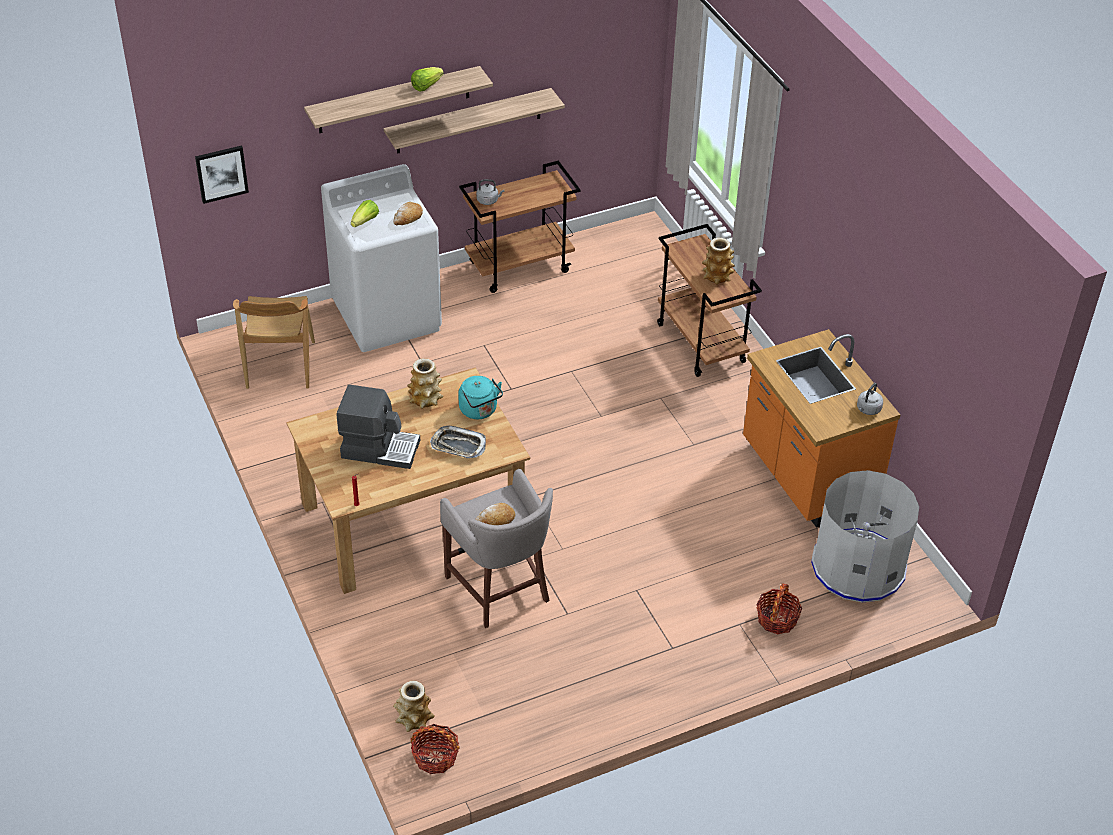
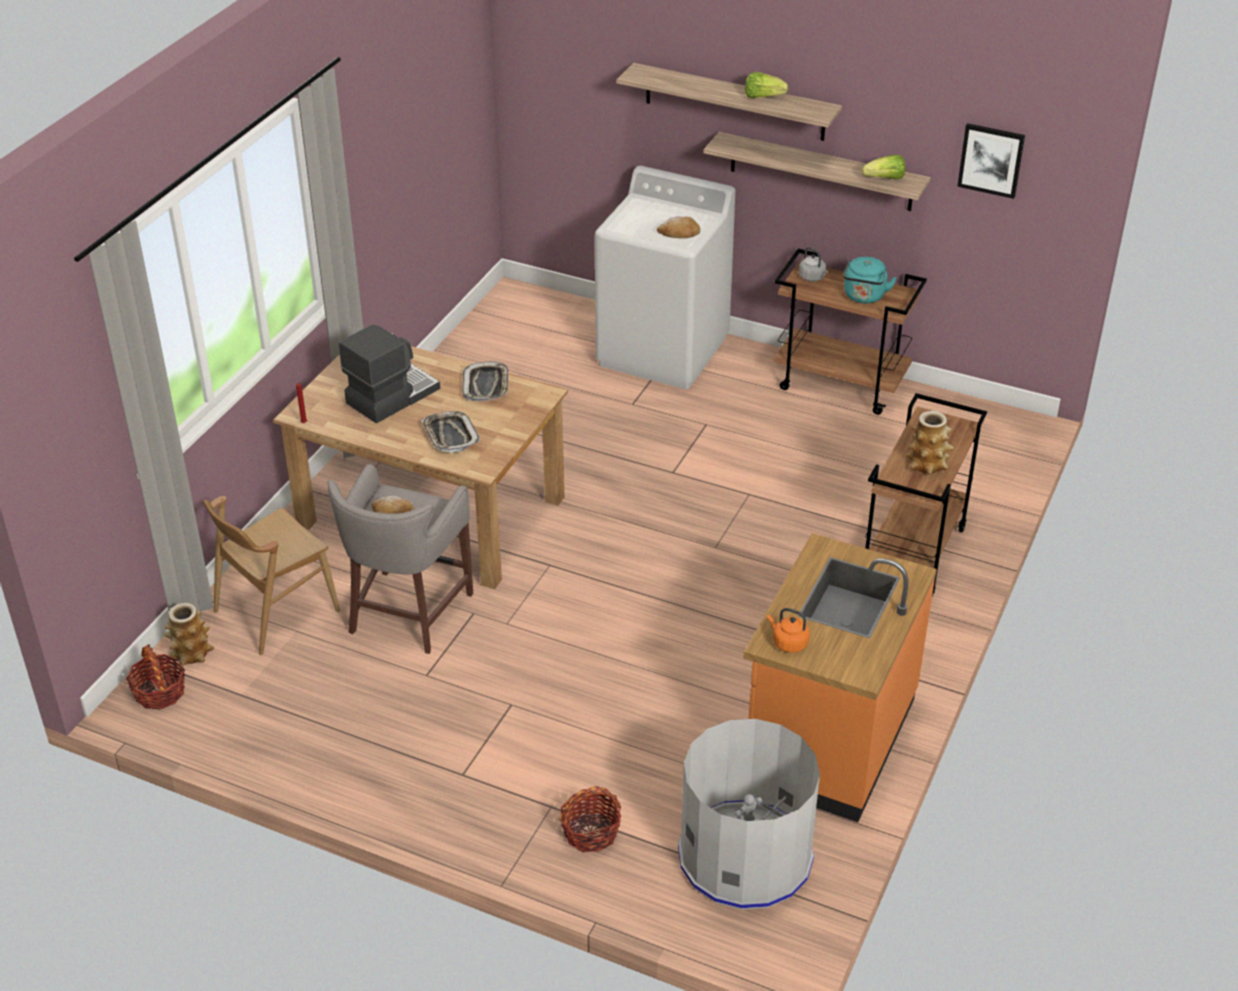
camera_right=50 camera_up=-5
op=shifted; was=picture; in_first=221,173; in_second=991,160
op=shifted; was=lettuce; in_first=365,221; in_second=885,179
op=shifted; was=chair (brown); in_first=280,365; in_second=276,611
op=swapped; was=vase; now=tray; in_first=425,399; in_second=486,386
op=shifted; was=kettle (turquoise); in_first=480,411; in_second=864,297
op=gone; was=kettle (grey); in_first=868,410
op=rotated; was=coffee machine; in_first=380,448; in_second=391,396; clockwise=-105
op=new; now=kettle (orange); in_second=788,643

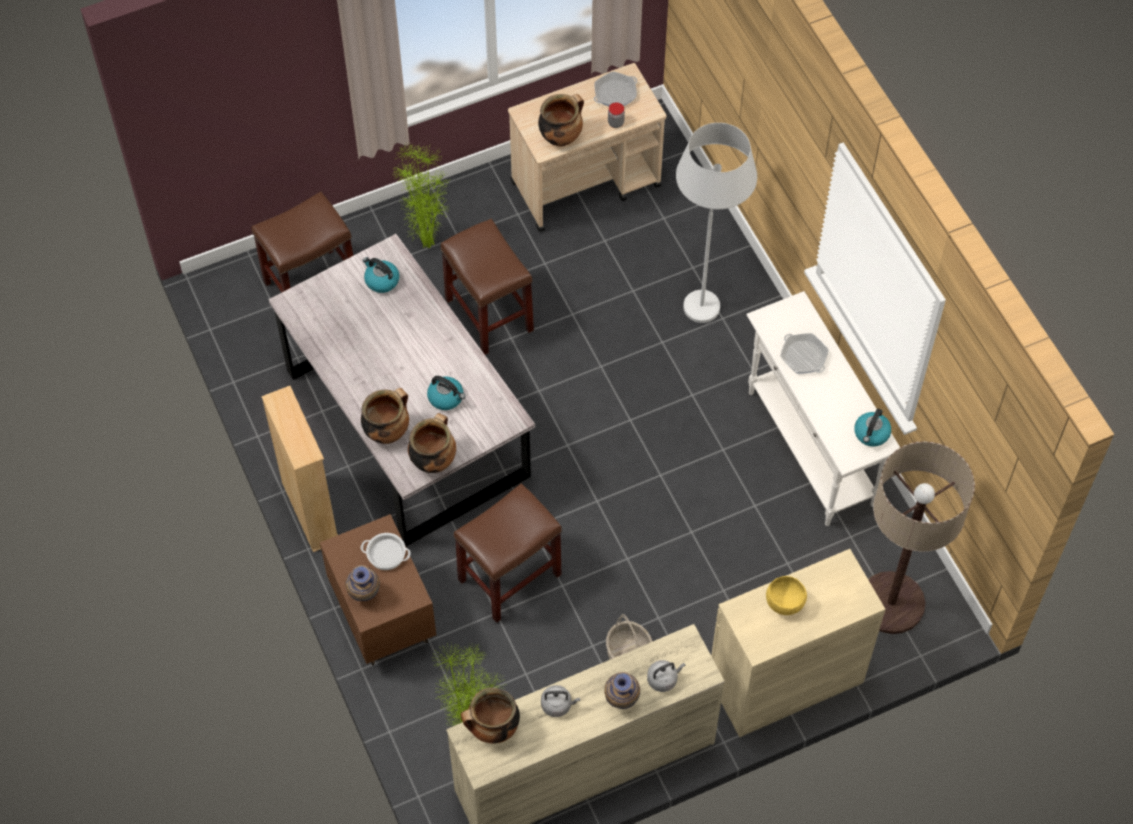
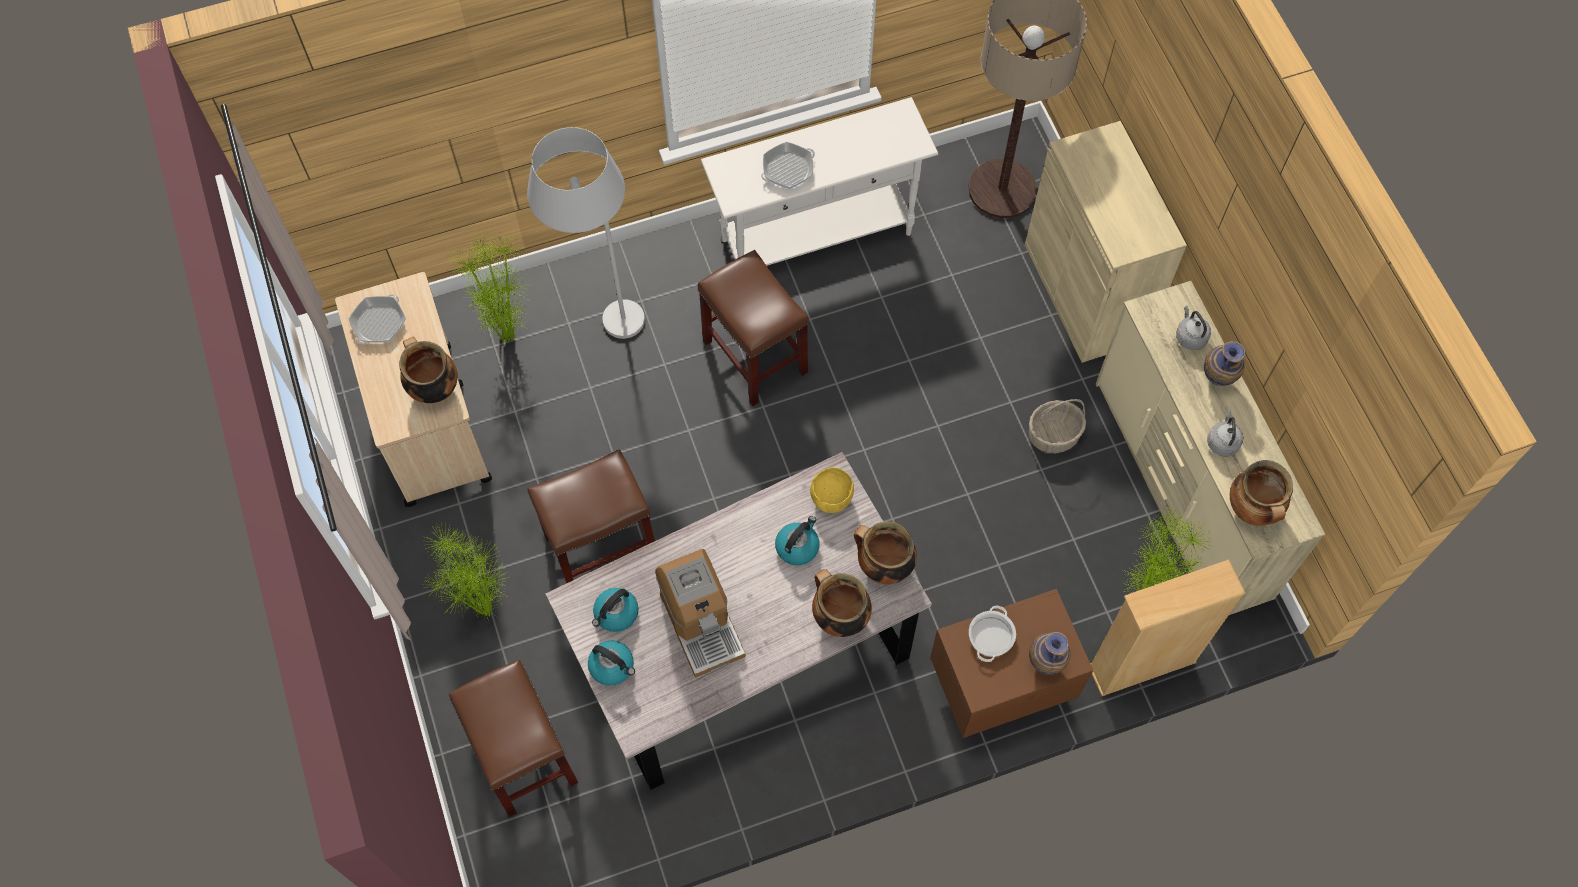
camera_right=-85 camera_up=5
op=rotated; was=frying pan; in_first=615,93; in_second=379,323; clockwise=60
op=gone; was=jar; in_first=615,123
op=shifted; was=bookcase (beige); in_first=310,512; in_second=1141,664
op=shifted; was=kettle; in_first=871,434; in_second=612,666
op=shifted; was=stool (brown); in_first=509,578; in_second=756,357
op=shifted; was=bowl (yellow); in_first=784,603; in_second=831,498
op=new; now=potted plant; in_second=510,339
op=new; now=coffee machine; in_second=701,623

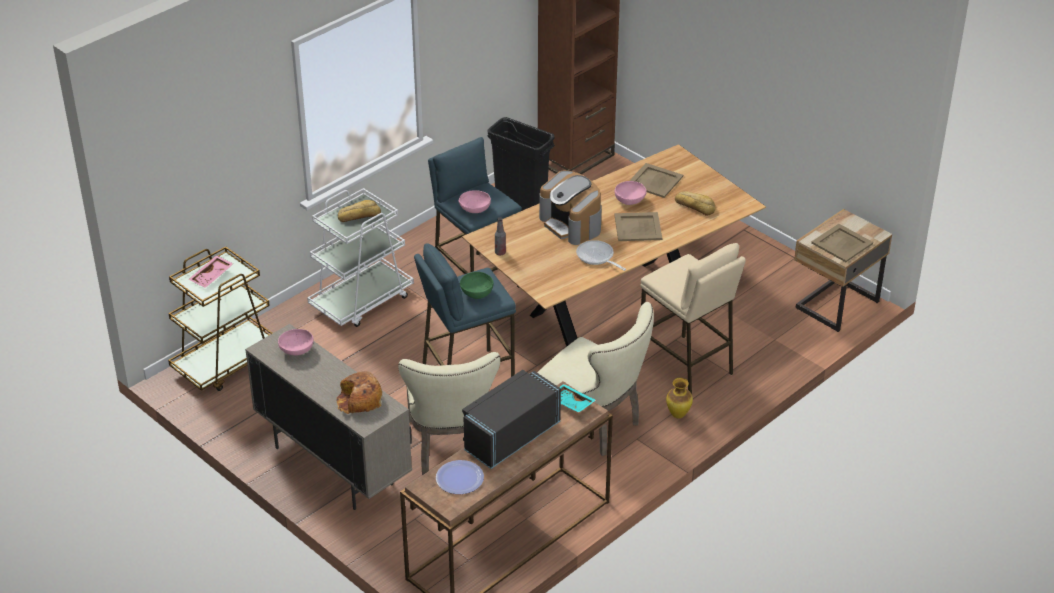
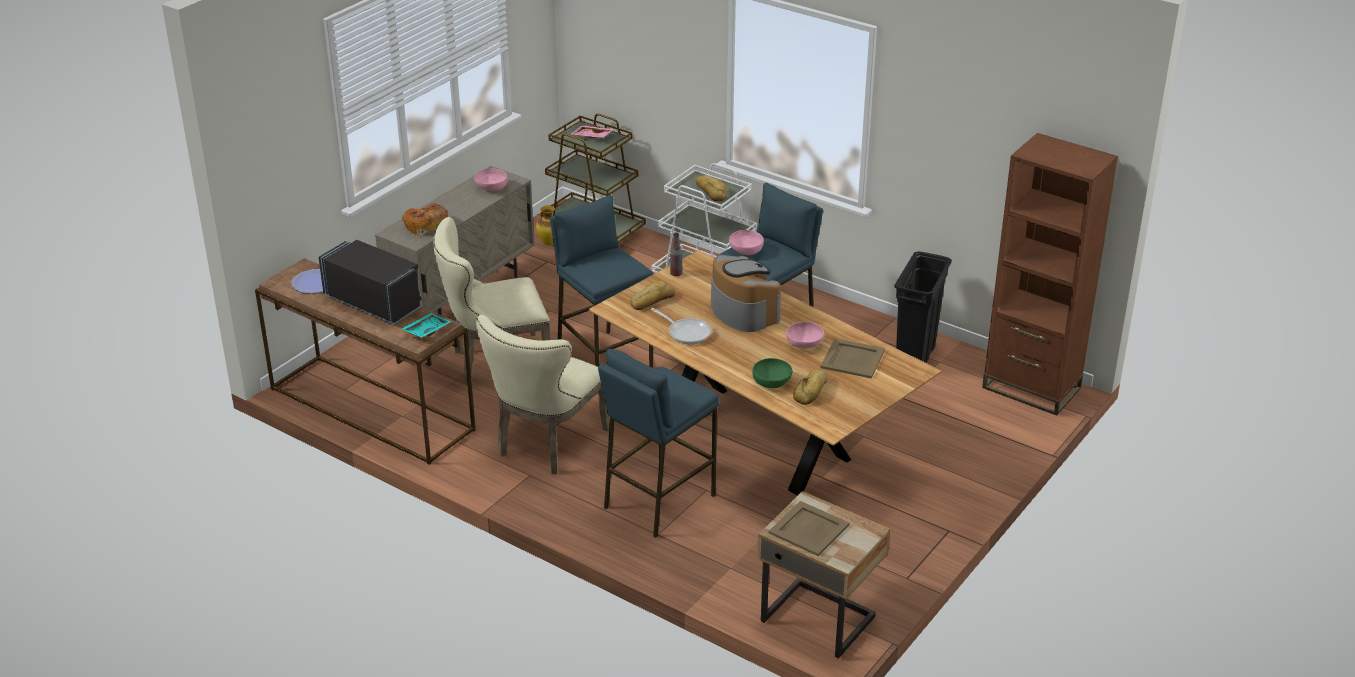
camera_right=80 camera_up=-5
op=rotated; was=coffee machine; in_first=571,224; in_second=743,311; clockwise=105
op=gone; was=tray (beige); in_first=637,227
op=rotated; was=frying pan; in_first=597,257; in_second=686,332; clockwise=90
op=repainted; was=stool (beige); now=stool (blue); in_first=685,367; in_second=658,501
op=shifted; was=bowl (green); in_first=476,293; in_second=772,382
op=shifted; was=vase; in_first=678,415; in_second=548,243
op=new; now=bread; in_second=651,300

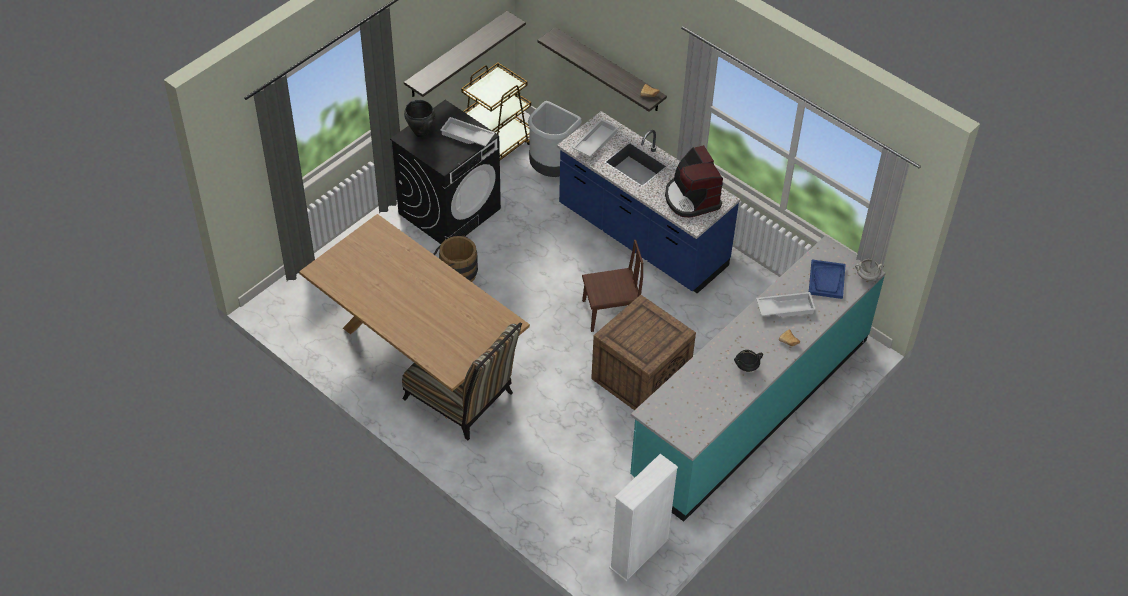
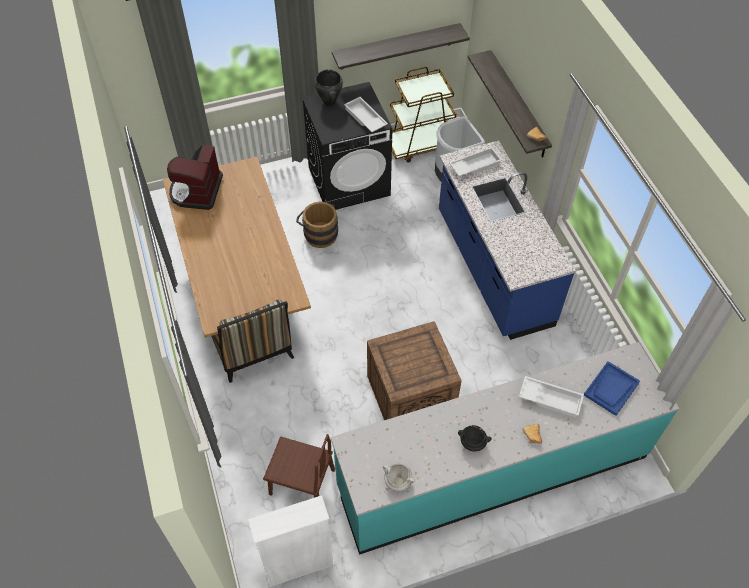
camera_right=30 camera_up=5
op=shifted; was=coffee machine; in_first=691,198; in_second=197,191
op=shifted; was=chair (brown); in_first=610,312; in_second=302,482
op=shifted; was=cooking pot (white); in_first=866,276; in_second=397,481

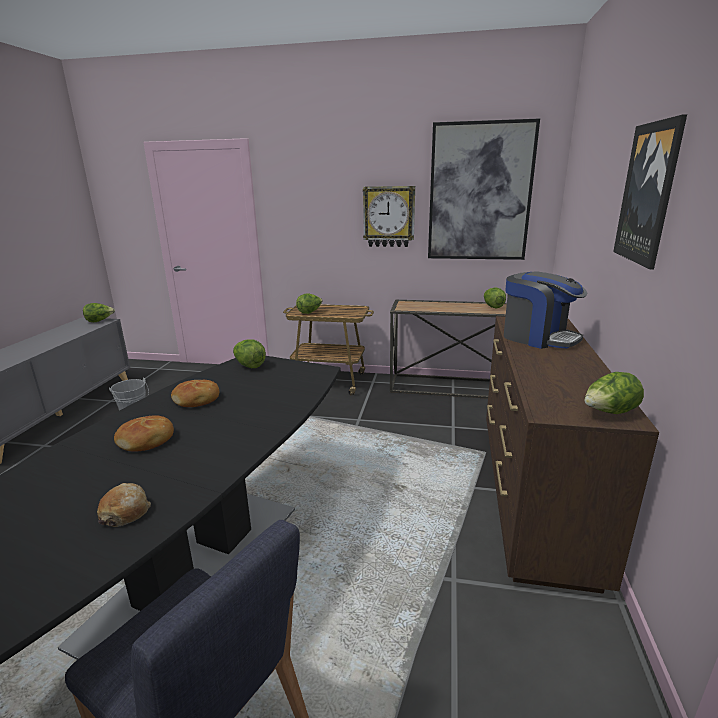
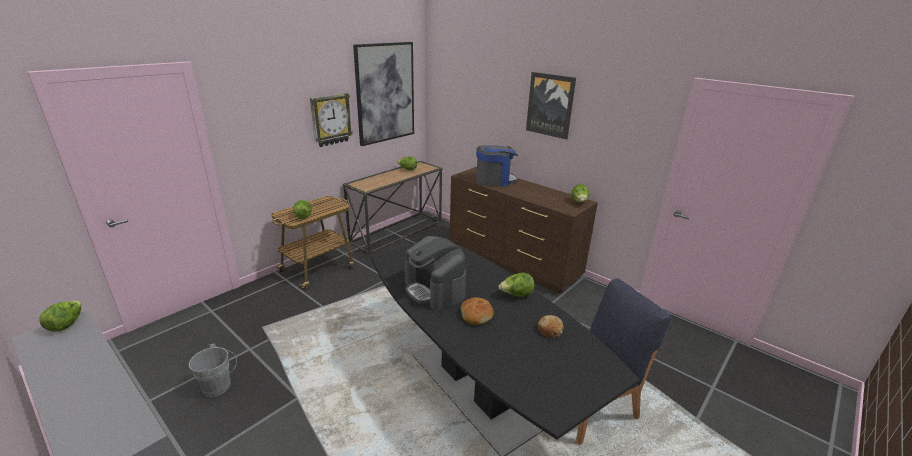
camera_right=-60 camera_up=5
op=shifted; was=lettuce; in_first=249,365; in_second=516,295
op=swapped; was=bread; now=coffee machine; in_first=197,400; in_second=435,290

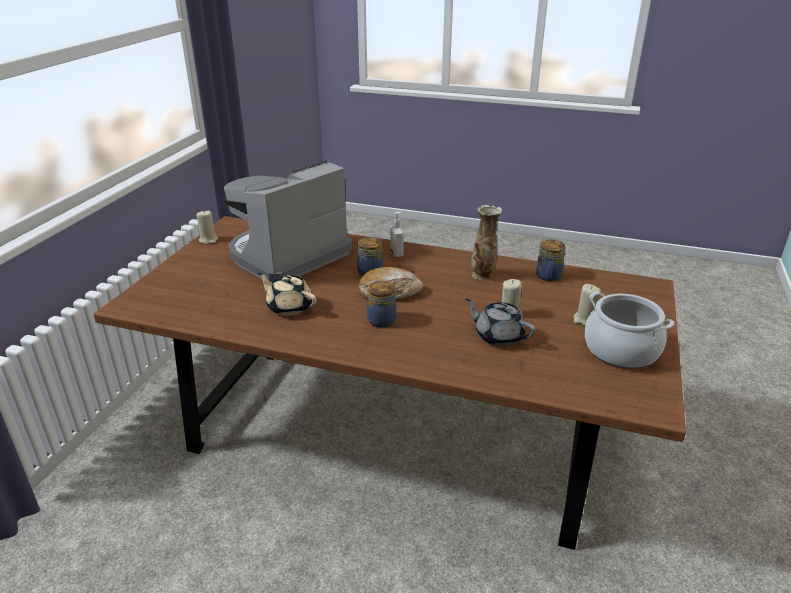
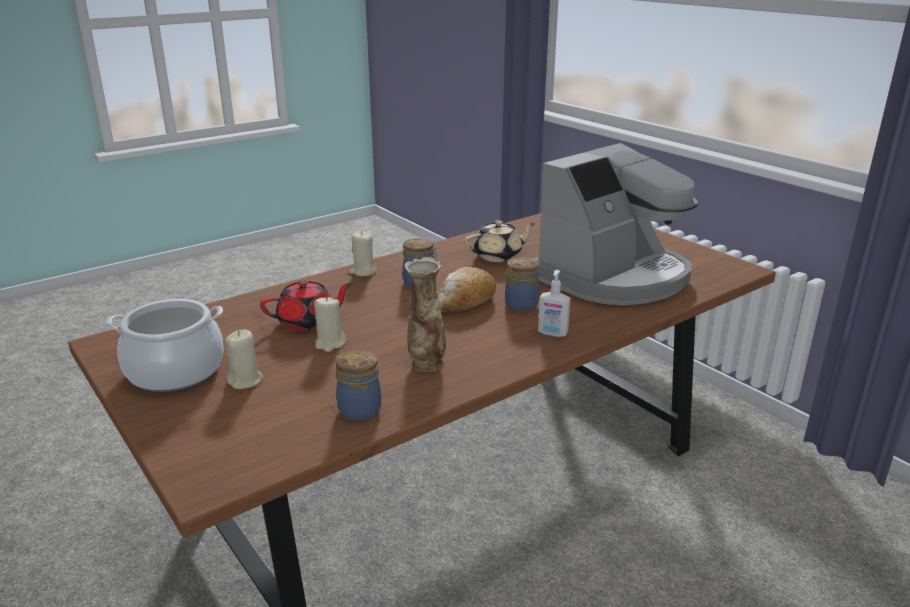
camera_right=125 camera_up=-5
op=rotated; was=coffee machine; in_first=287,256; in_second=614,277; clockwise=60
op=shifted; was=candle (beige); in_first=208,240; in_second=363,271
op=repainted; was=teapot (grey); now=teapot (red); in_first=498,336; in_second=308,322

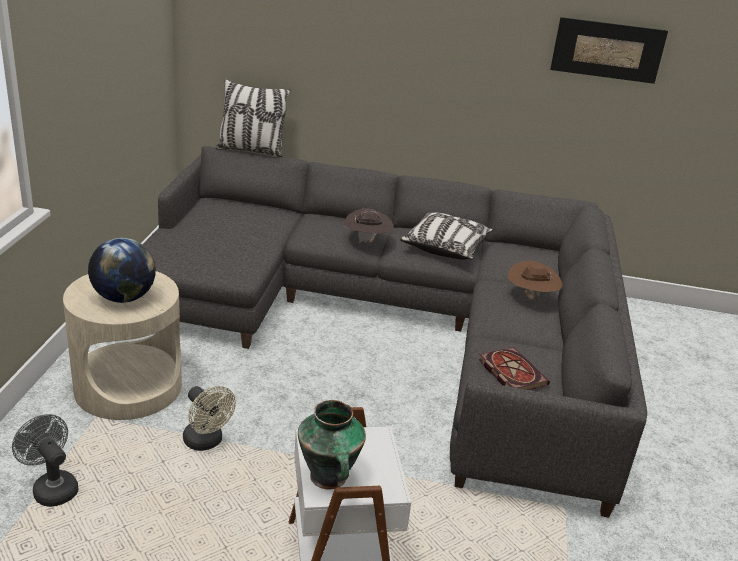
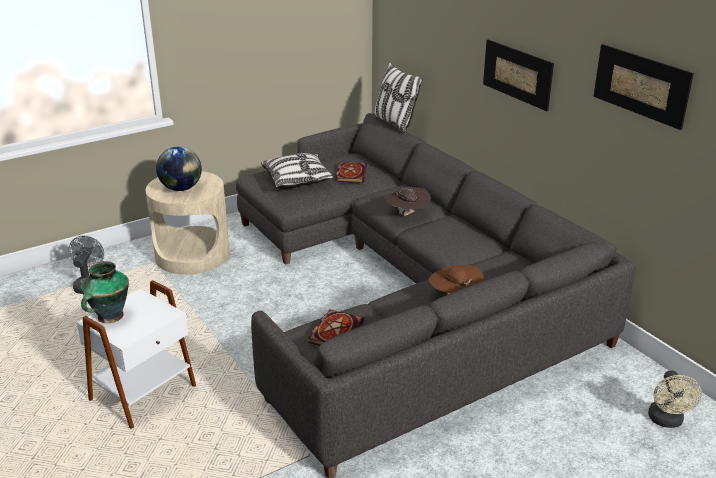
camera_right=50 camera_up=0
op=shifted; was=pillow; in_first=445,247; in_second=297,180
op=shifted; was=fan (beige); in_first=206,442; in_second=667,421
op=new; now=picture; in_second=517,74
op=new; now=book; in_second=350,173

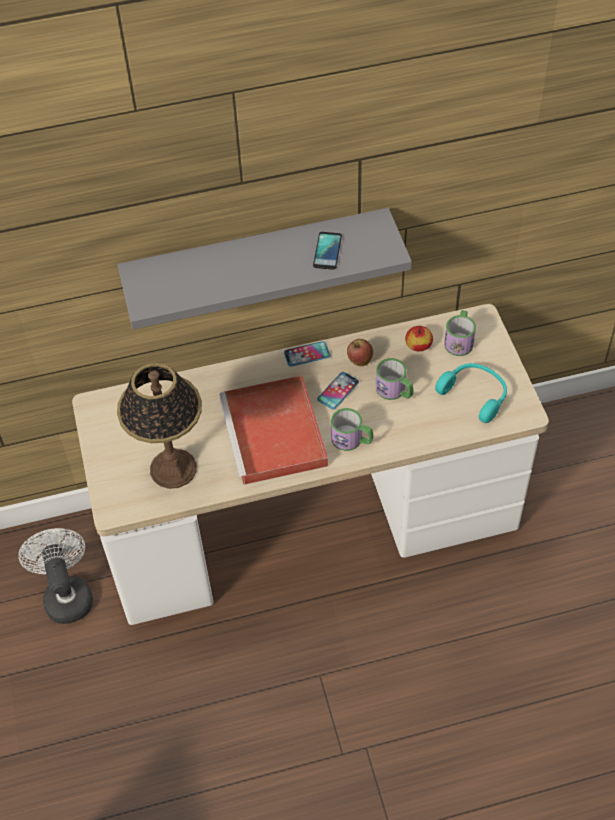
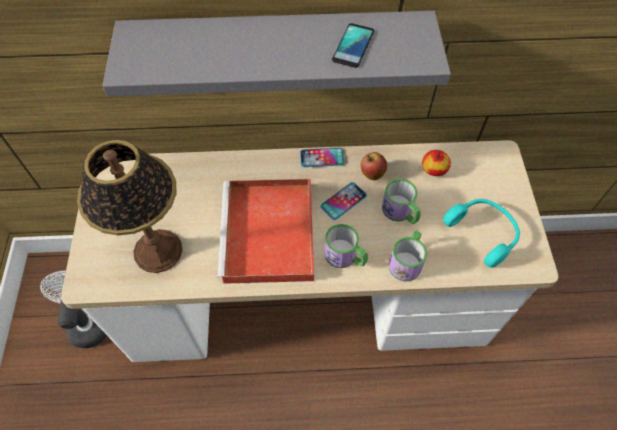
camera_right=10 camera_up=5
op=shifted; was=mug; in_first=459,340; in_second=407,261

